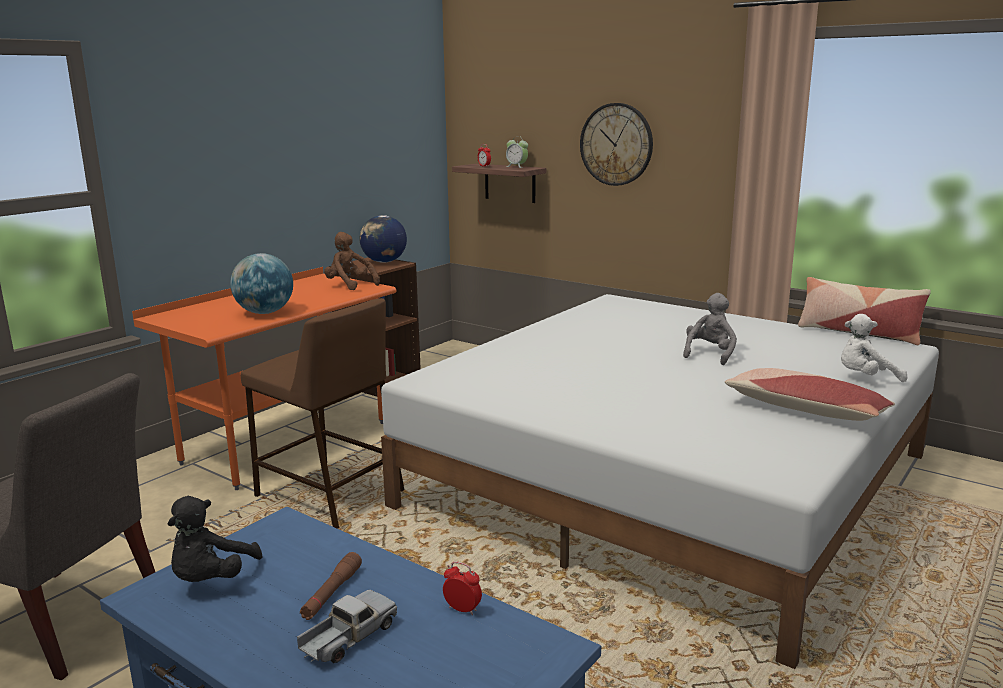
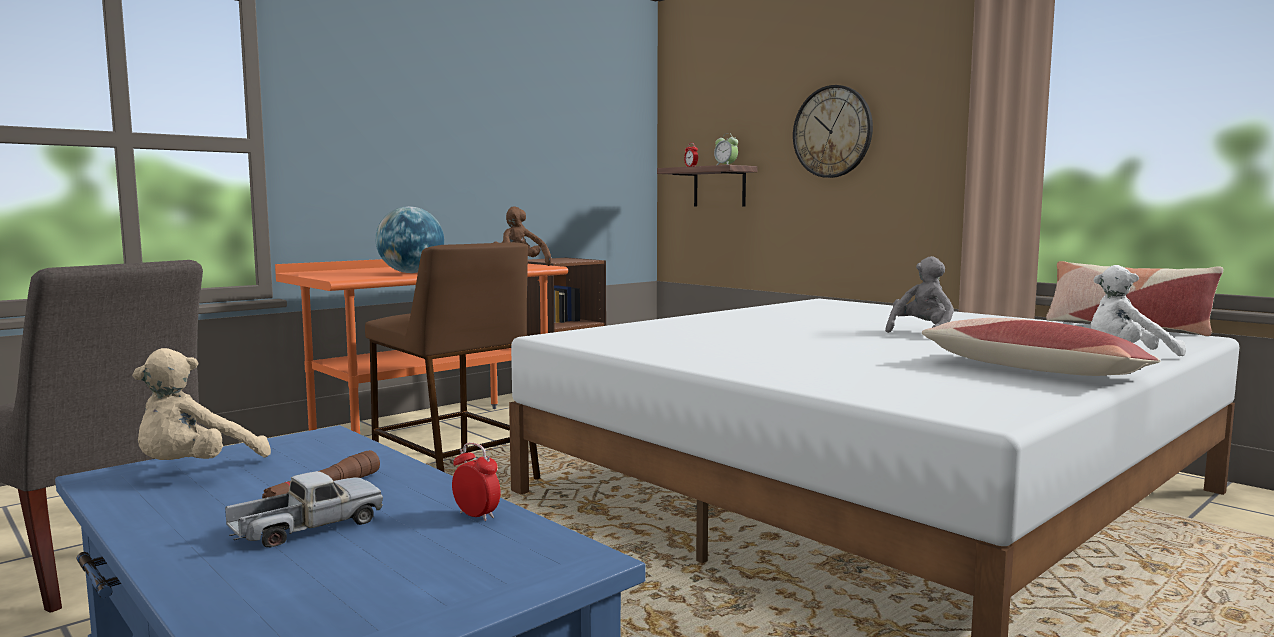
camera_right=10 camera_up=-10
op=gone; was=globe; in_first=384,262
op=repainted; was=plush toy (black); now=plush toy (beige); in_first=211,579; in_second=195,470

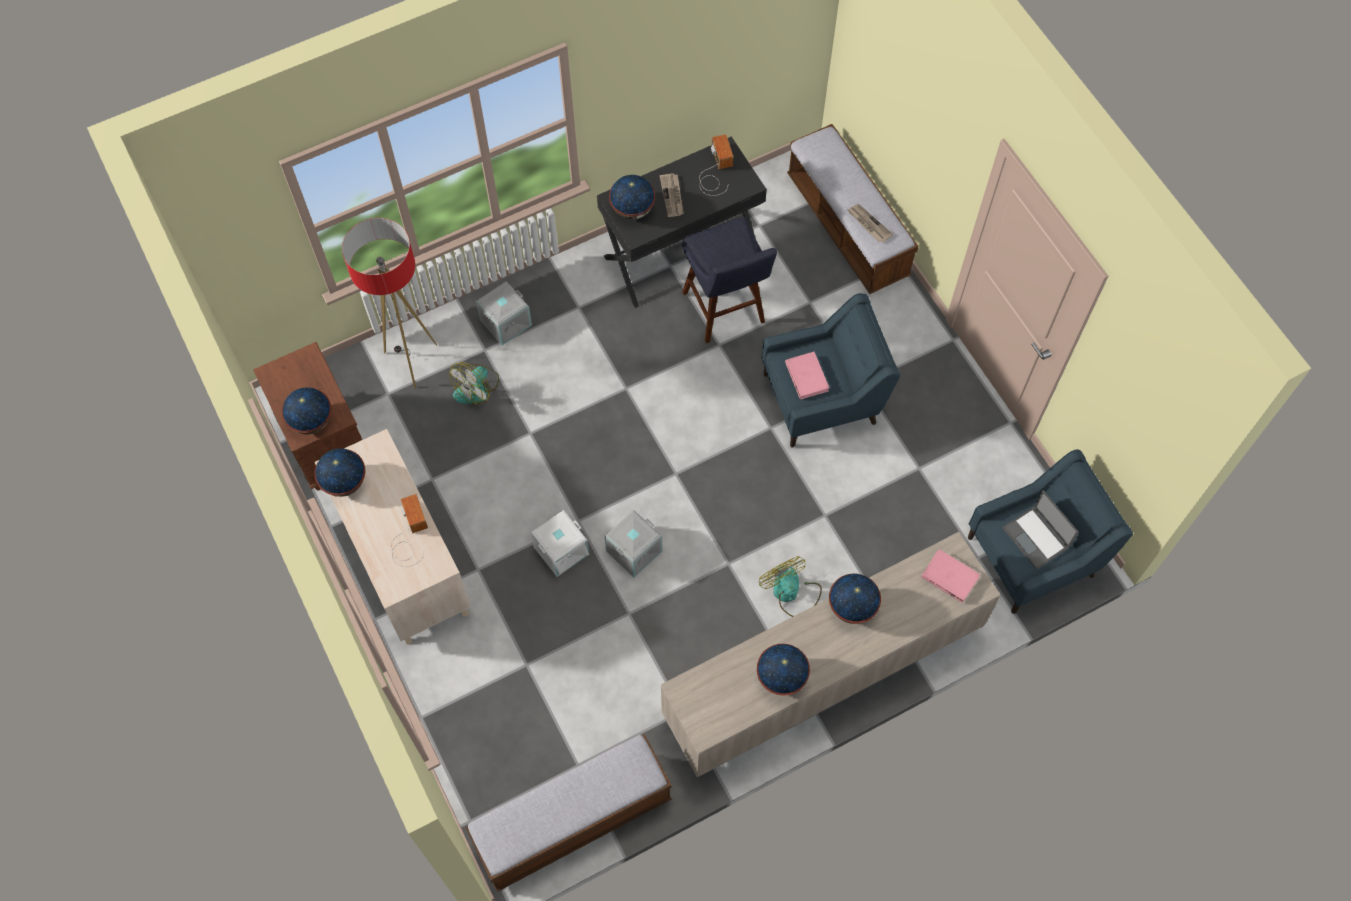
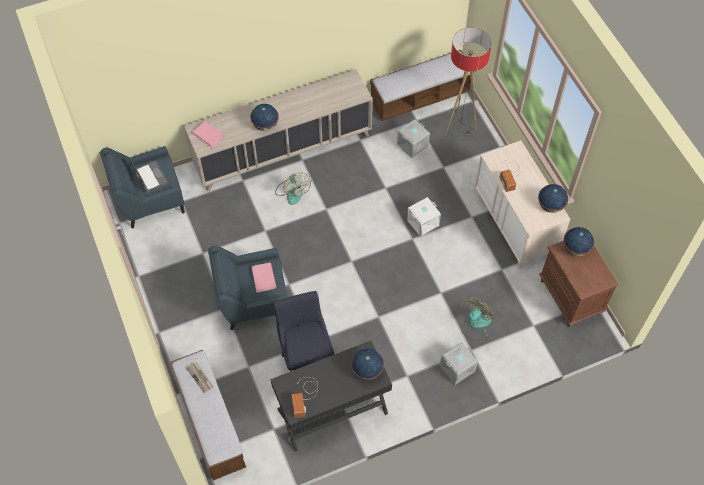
camera_right=-175 camera_up=-5
op=gone; was=newspaper; in_first=672,196
op=shifted; was=floor lamp; in_first=412,361; in_second=459,126
op=shifted; was=storage box (grey); in_first=633,550; in_second=412,145
op=gone; was=globe; in_first=782,677

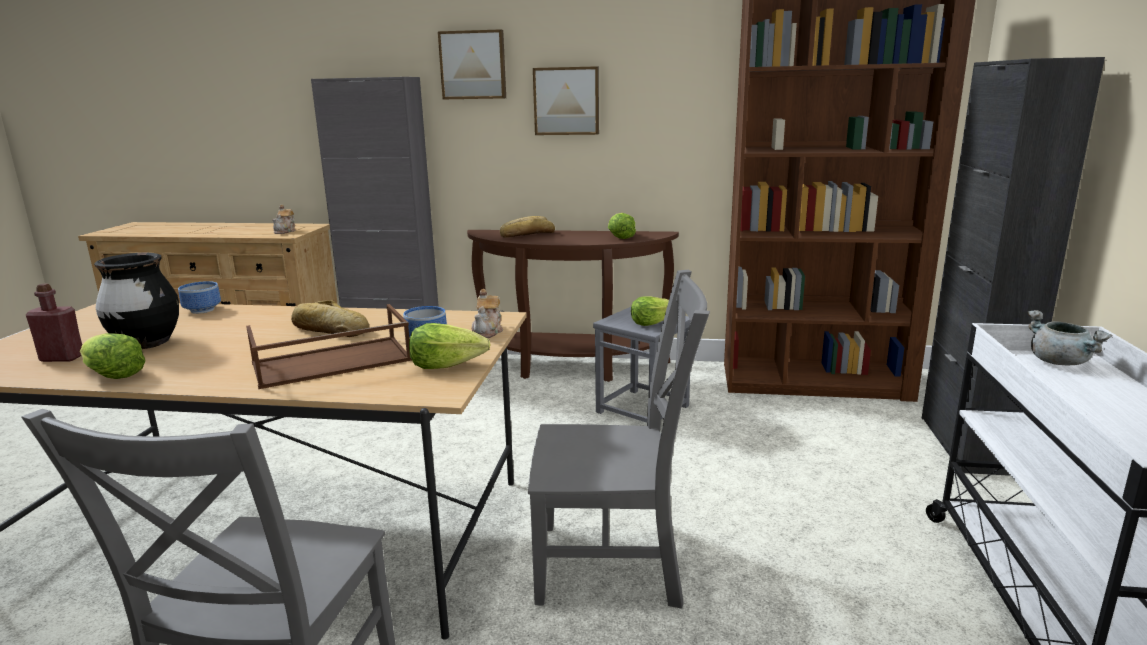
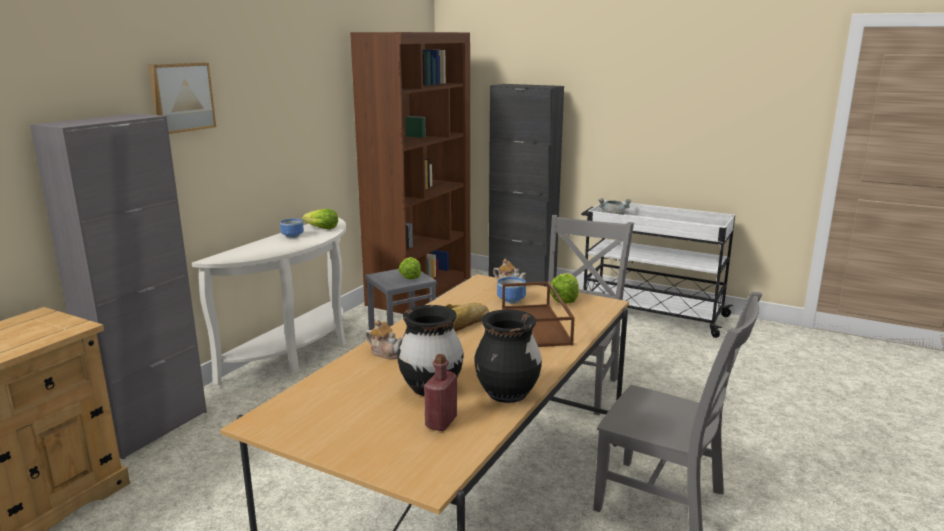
camera_right=-70 camera_up=0
op=gone; was=picture; in_first=566,101
op=shifted; was=teapot; in_first=285,231; in_second=386,353
op=gone; was=bread; in_first=527,234
op=repainted; was=console table (brown); now=console table (white); in_first=569,367; in_second=298,353
op=shifted; was=bowl; in_first=204,310; in_second=292,236
op=swapped; was=lettuce; now=vase (black); in_first=113,375; in_second=507,394

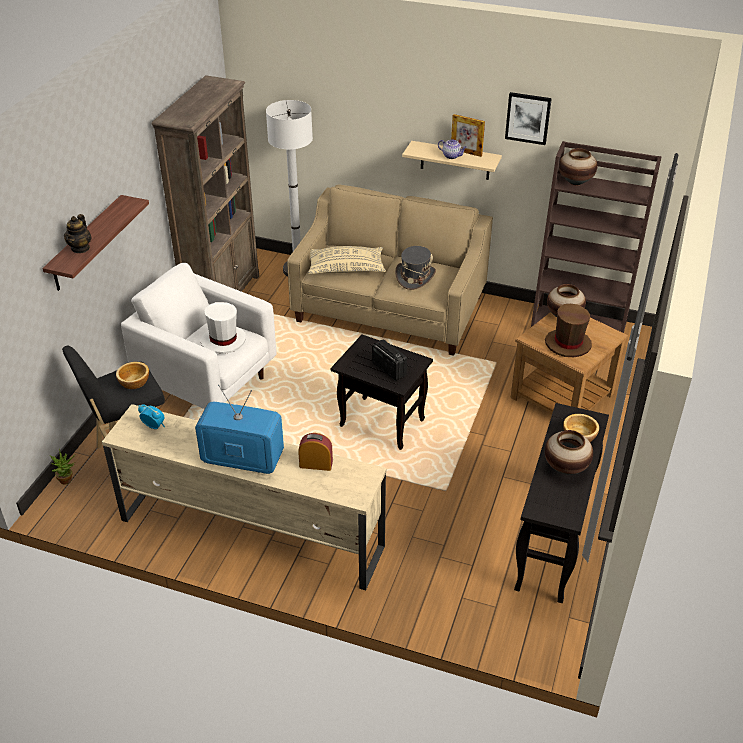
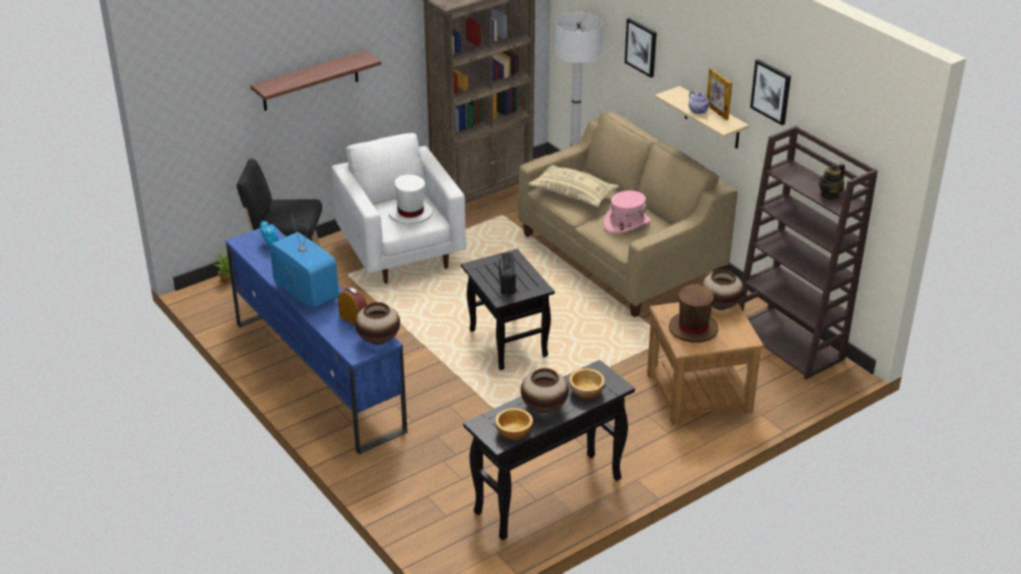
camera_right=35 camera_up=-5
op=shifted; was=vase; in_first=575,182; in_second=378,339
op=shifted; was=teapot; in_first=80,248; in_second=830,195
op=repainted; was=hat (grey); now=hat (pink); in_first=415,277; in_second=627,223
op=shifted; was=bowl; in_first=134,383; in_second=513,432
op=repainted; was=tv stand (beige); now=tv stand (blue); in_first=250,532; in_second=318,375
op=new; now=picture; in_second=641,47

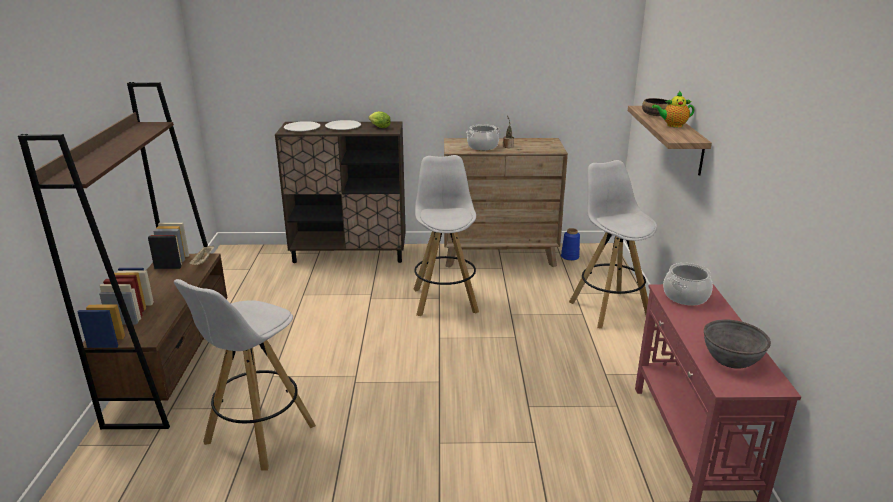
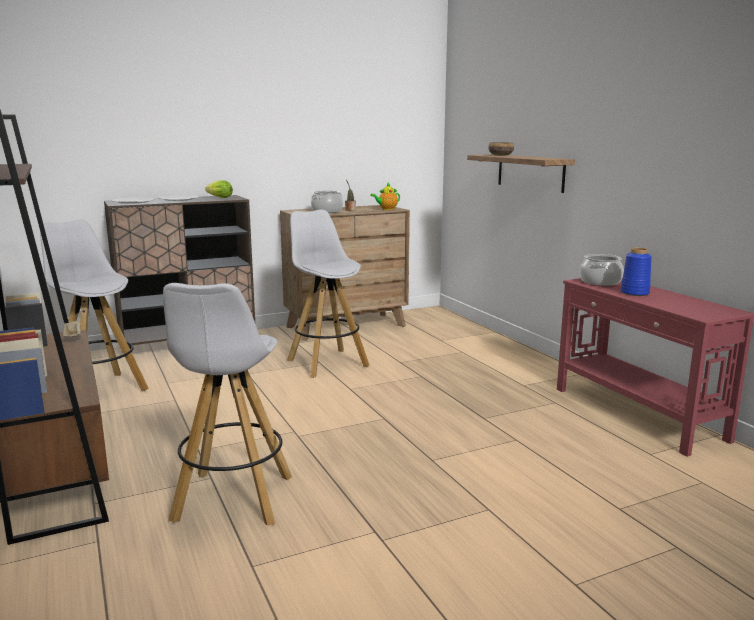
camera_right=-25 camera_up=-10
op=shifted; was=teapot; in_first=672,125; in_second=386,209
op=shifted; was=stool (white); in_first=608,309; in_second=99,390
op=shifted; was=vase (blue); in_first=569,257; in_second=634,293
op=gone; was=bowl (grey); in_first=731,359

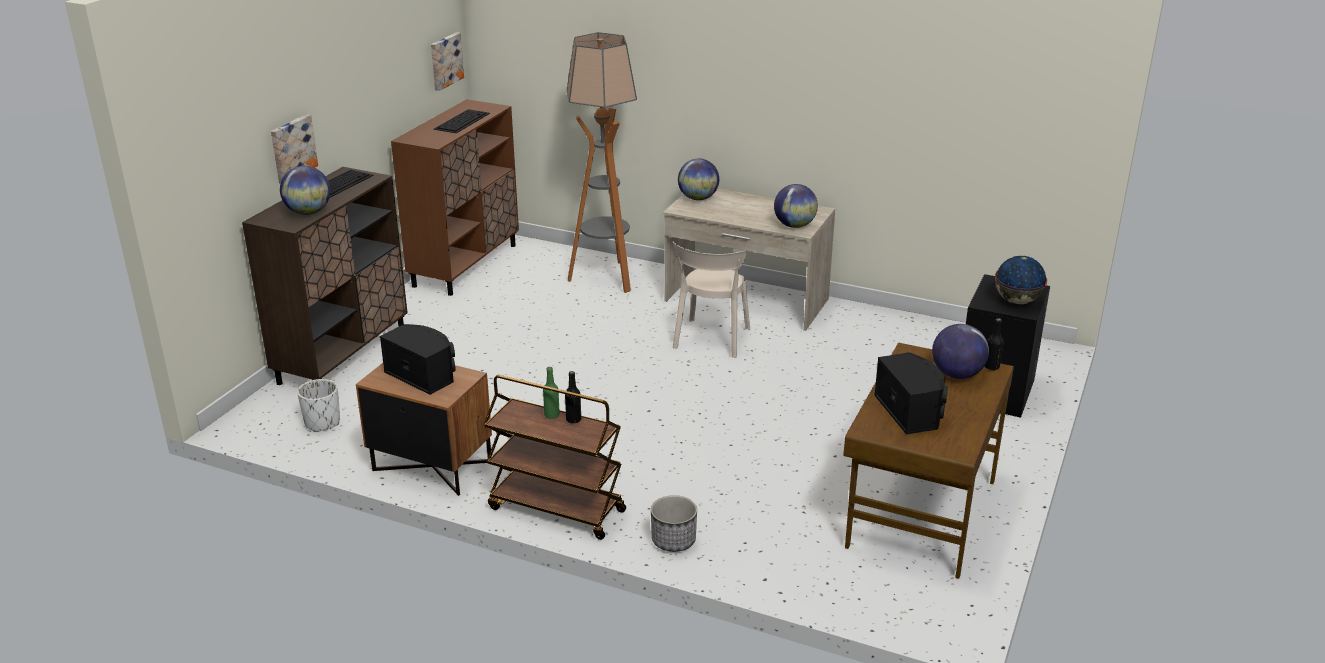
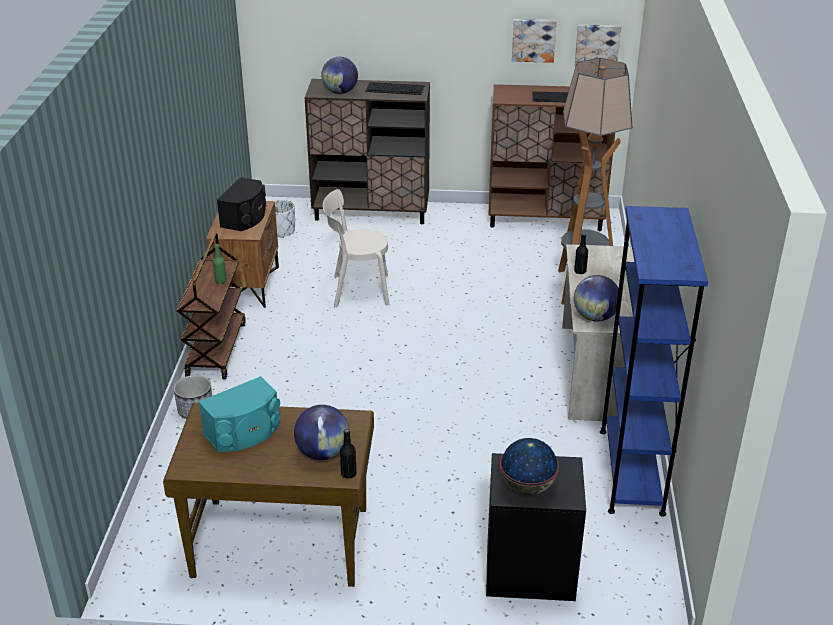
camera_right=70 camera_up=5
op=shifted; was=picture; in_first=292,148; in_second=533,40
op=gone; was=globe; in_first=698,198
op=shifted; was=chair (beige); in_first=711,340; in_second=357,291
op=repainted; was=speaker (black); now=speaker (turquoise); in_first=911,411; in_second=244,432
op=shifted; was=bottle (black); in_first=573,420; in_second=580,271
op=new; now=bookcase (blue); in_second=631,471

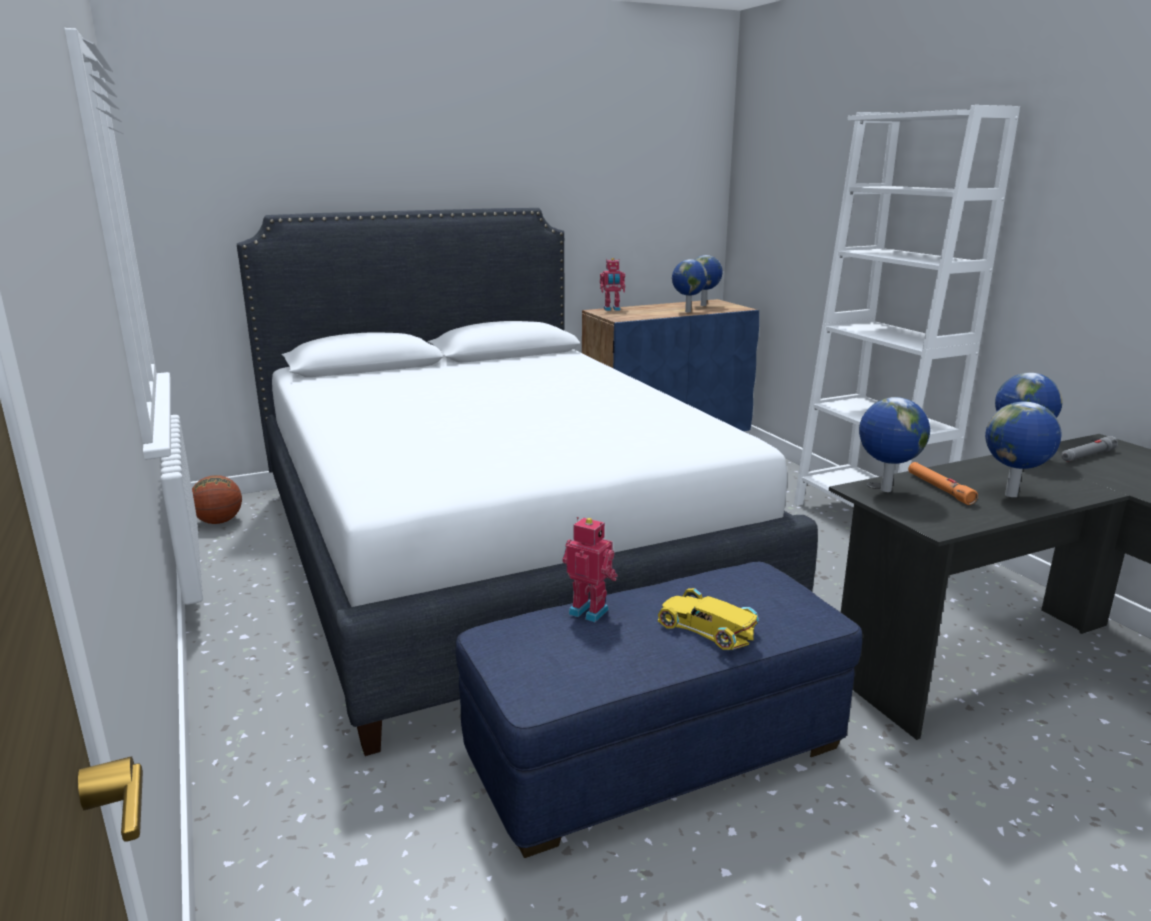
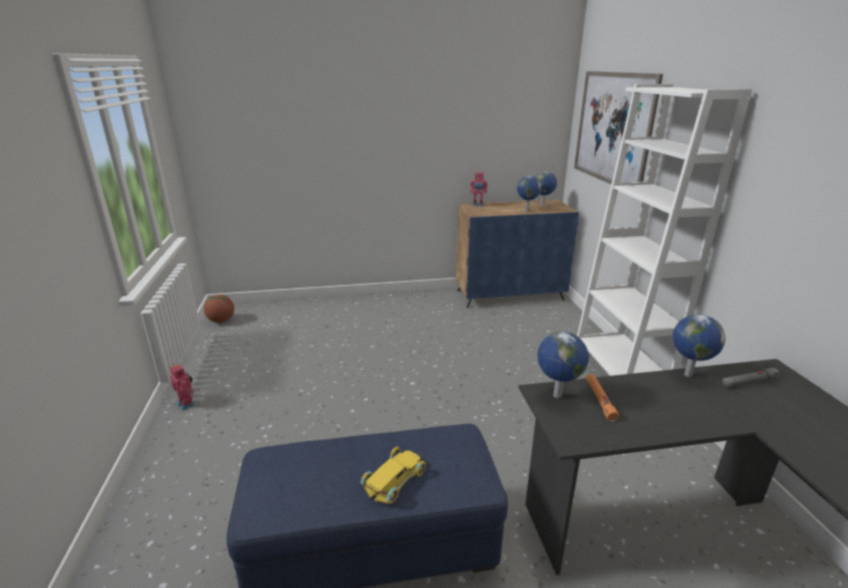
camera_right=15 camera_up=5
op=gone; was=bed (white); in_first=493,552
op=gone; was=globe; in_first=1012,495
op=shifted; was=toy robot; in_first=590,610; in_second=187,404
op=rotated; was=toy car (yellow); in_first=706,626; in_second=395,479; clockwise=75
op=new; now=picture; in_second=612,128

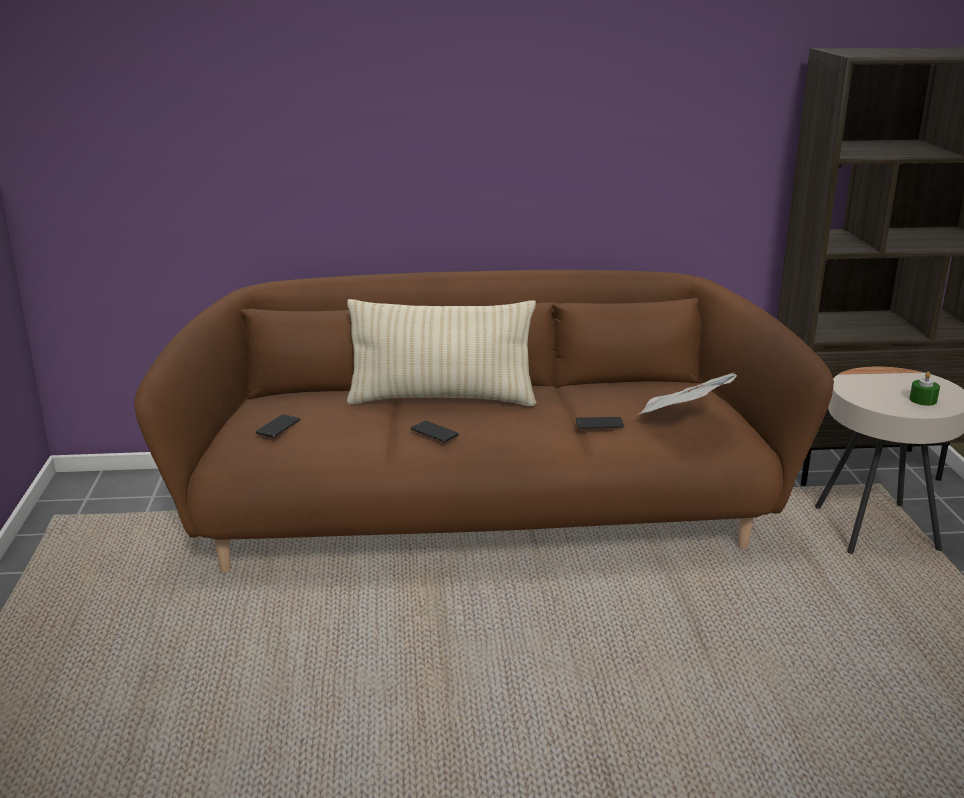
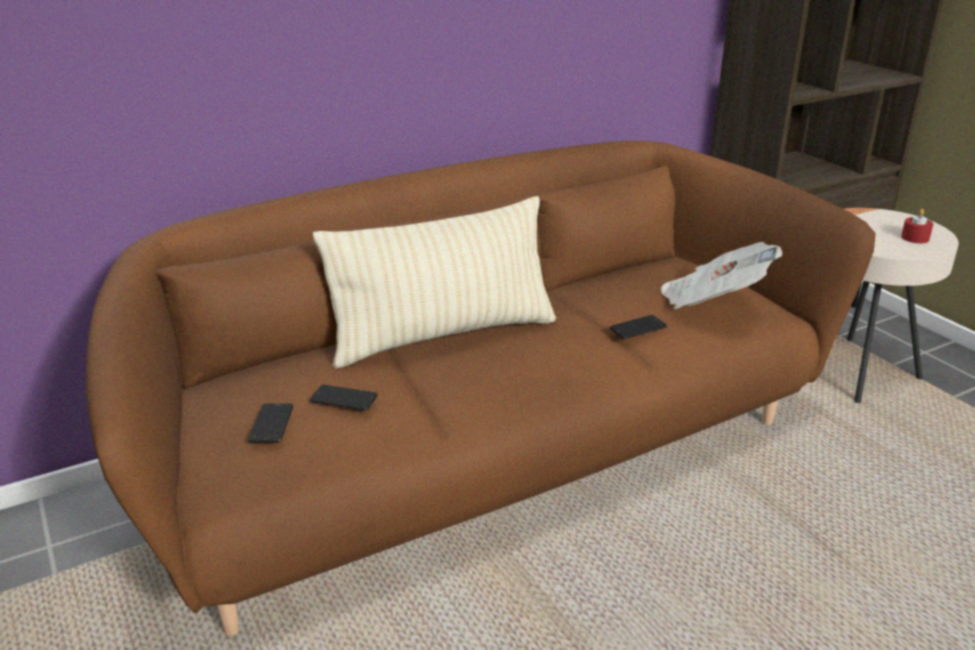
camera_right=-25 camera_up=5
op=repainted; was=candle (green); now=candle (red); in_first=923,400; in_second=915,238
op=shifted; was=phone; in_first=434,432; in_second=343,399

